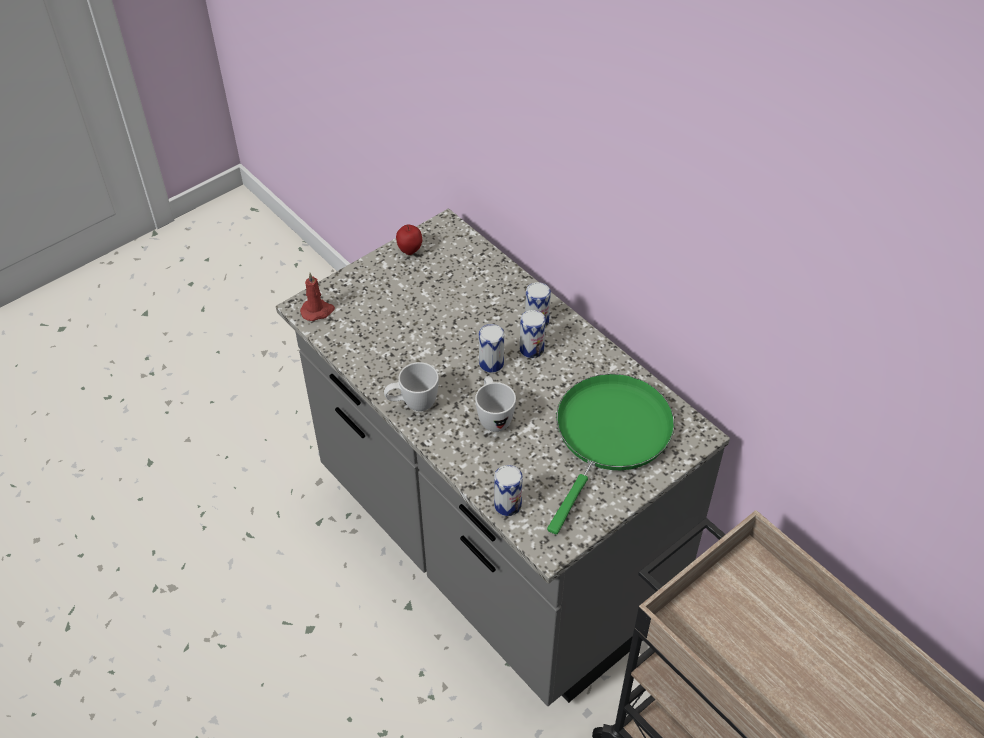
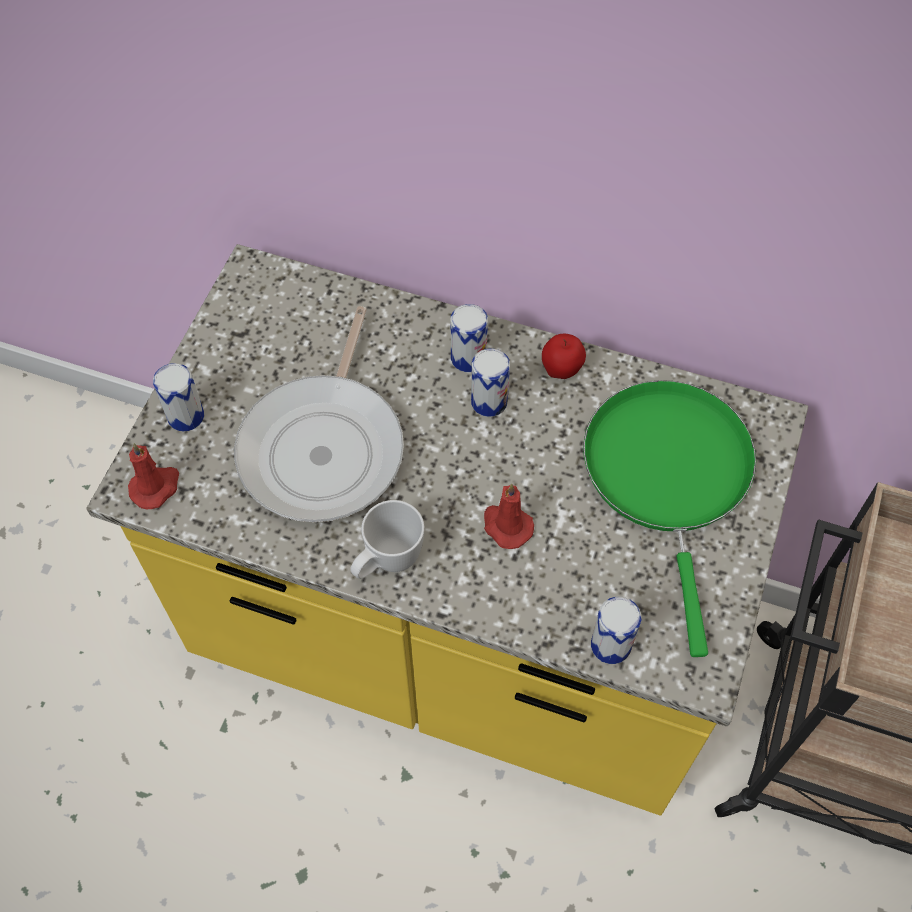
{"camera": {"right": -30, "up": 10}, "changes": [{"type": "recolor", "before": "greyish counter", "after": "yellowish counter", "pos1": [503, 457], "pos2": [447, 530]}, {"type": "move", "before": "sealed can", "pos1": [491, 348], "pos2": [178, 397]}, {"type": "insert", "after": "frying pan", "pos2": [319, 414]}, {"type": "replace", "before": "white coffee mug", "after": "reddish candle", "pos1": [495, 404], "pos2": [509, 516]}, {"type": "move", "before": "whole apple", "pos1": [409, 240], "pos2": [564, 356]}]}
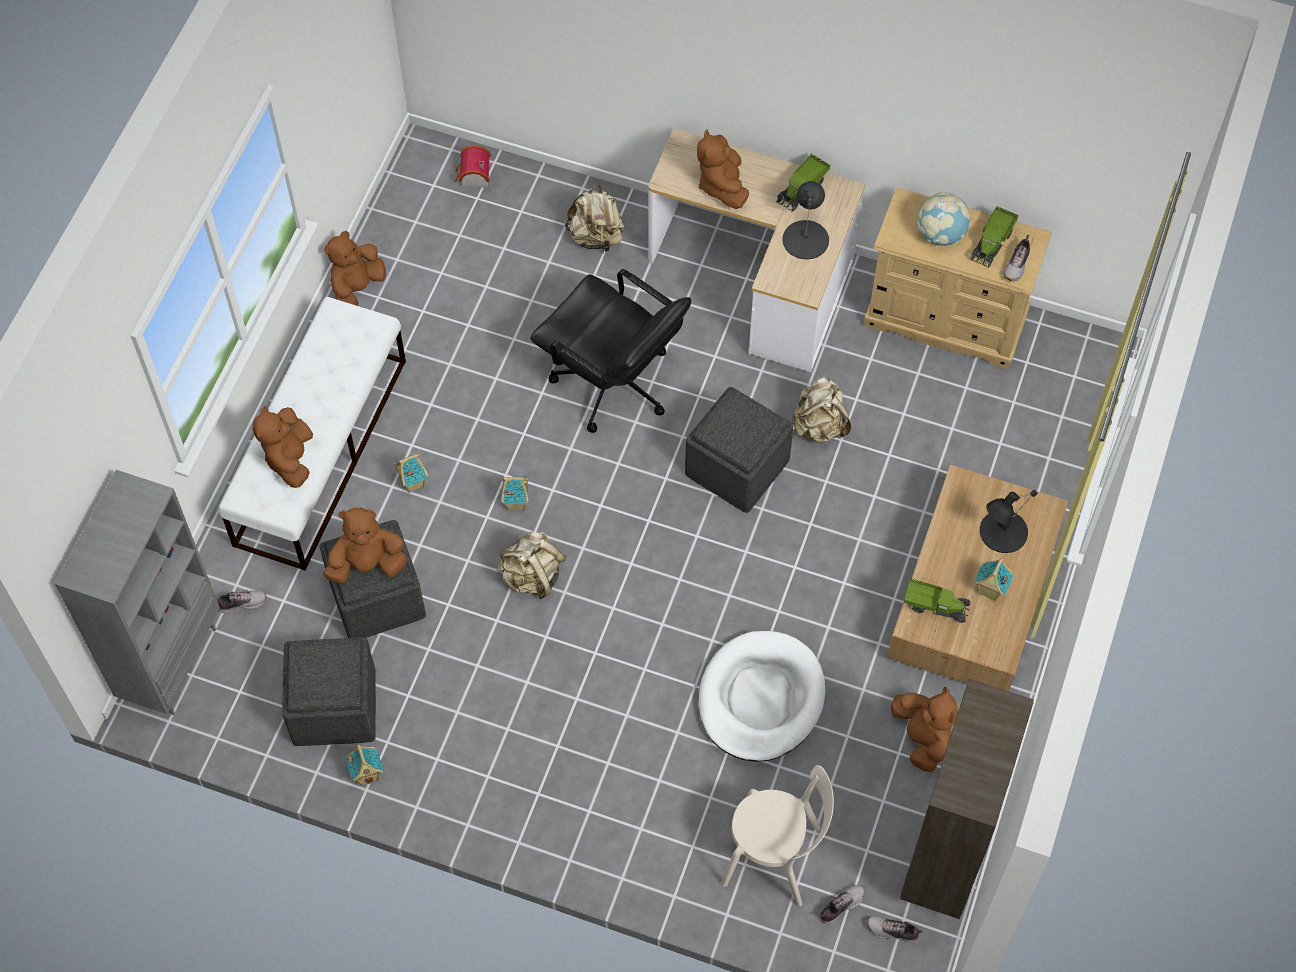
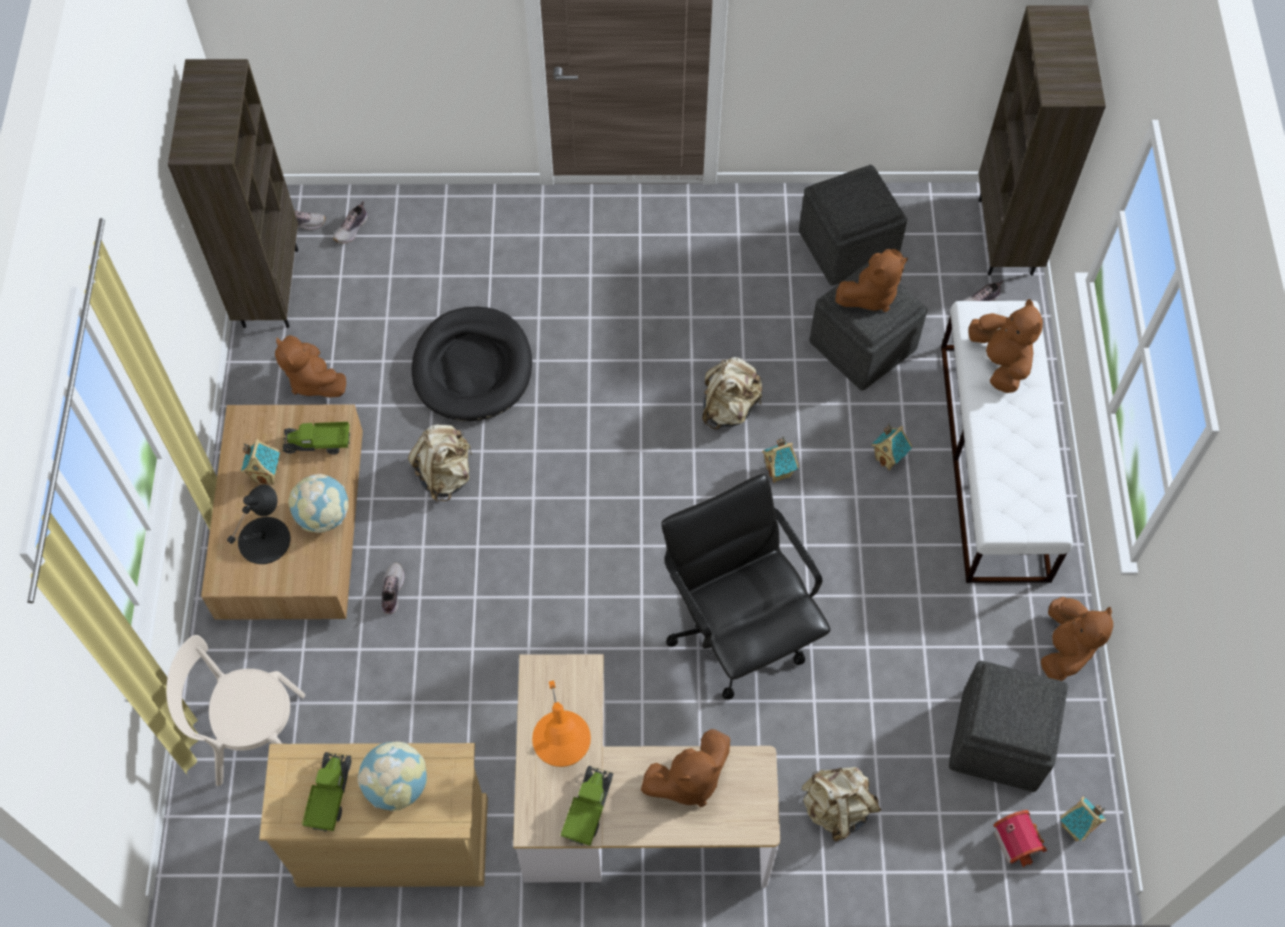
{"camera": {"right": 160, "up": 0}, "changes": [{"type": "move", "before": "beige-coloured plain chair", "pos1": [777, 836], "pos2": [235, 710]}, {"type": "insert", "after": "globe", "pos2": [318, 503]}, {"type": "move", "before": "low shoe", "pos1": [1016, 258], "pos2": [393, 588]}, {"type": "move", "before": "beige-coloured backpack", "pos1": [821, 409], "pos2": [440, 462]}, {"type": "recolor", "before": "white pet bed", "after": "blackish pet bed", "pos1": [762, 696], "pos2": [472, 364]}, {"type": "recolor", "before": "blackish table lamp", "after": "orangey table lamp", "pos1": [806, 220], "pos2": [561, 723]}, {"type": "rotate", "before": "brownish cuddly toy", "pos1": [723, 169], "pos2": [685, 768], "turn": 90}, {"type": "rotate", "before": "blackish office chair", "pos1": [610, 351], "pos2": [746, 587], "turn": 45}, {"type": "move", "before": "greyish footrest", "pos1": [739, 450], "pos2": [1008, 726]}, {"type": "recolor", "before": "greyish shelving unit", "after": "brownish shelving unit", "pos1": [137, 592], "pos2": [1042, 140]}, {"type": "move", "before": "miniature house", "pos1": [364, 765], "pos2": [1083, 819]}]}
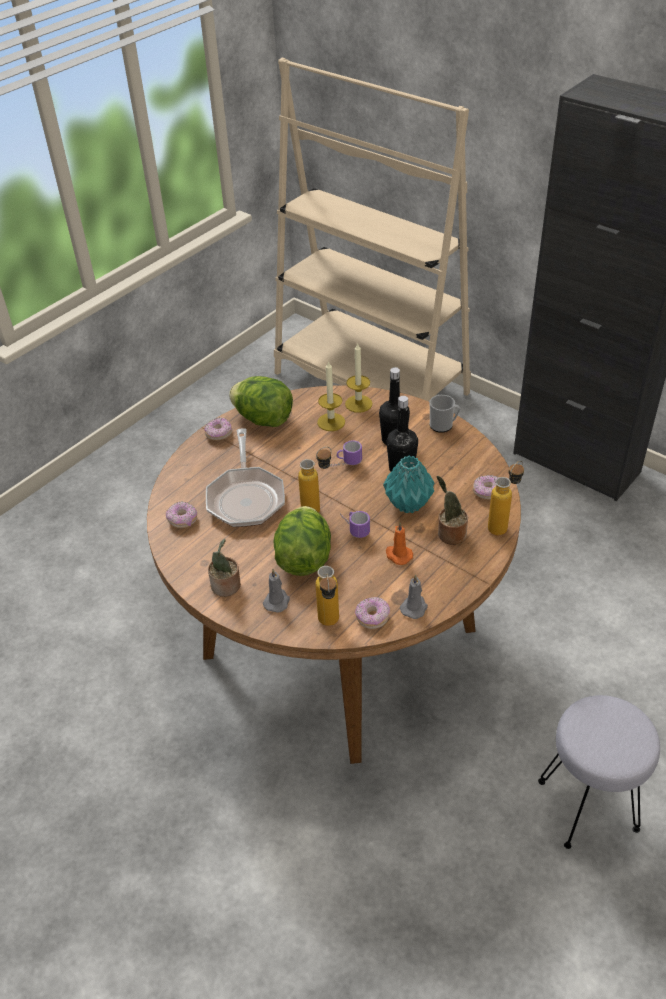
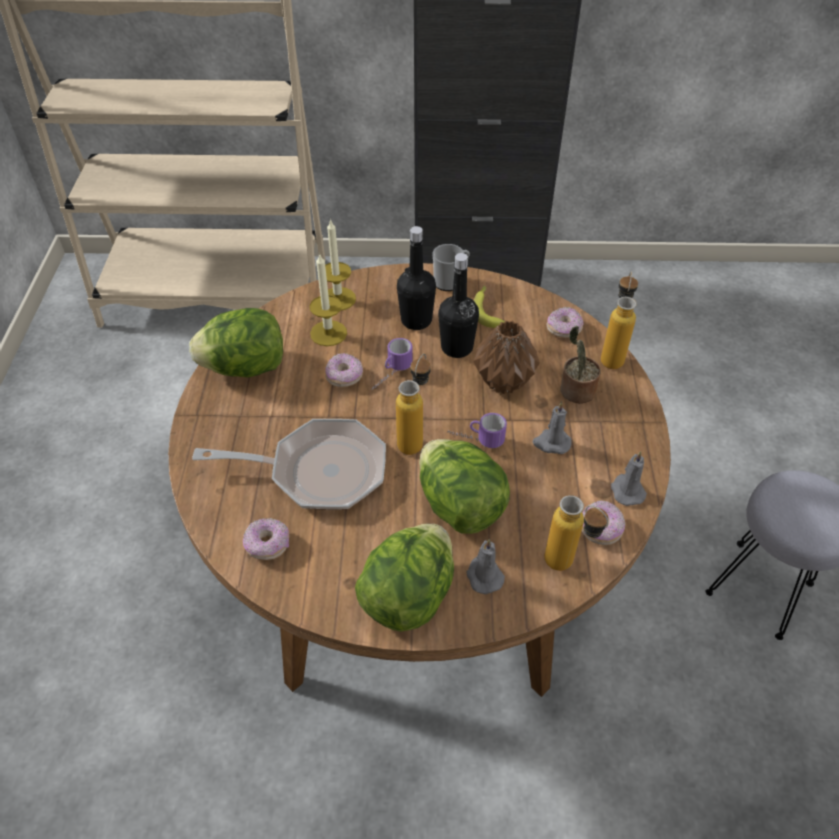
{"camera": {"right": -40, "up": 5}, "changes": [{"type": "rotate", "before": "frying pan", "pos1": [245, 477], "pos2": [289, 464], "turn": -45}, {"type": "move", "before": "ring doughnut", "pos1": [218, 429], "pos2": [344, 370]}, {"type": "replace", "before": "plant in a pot", "after": "lettuce", "pos1": [224, 568], "pos2": [404, 578]}, {"type": "recolor", "before": "turquoise vase", "after": "brownish vase", "pos1": [409, 484], "pos2": [506, 357]}, {"type": "insert", "after": "whole banana", "pos2": [489, 307]}, {"type": "recolor", "before": "orangey candle", "after": "greyish candle", "pos1": [399, 544], "pos2": [552, 427]}]}
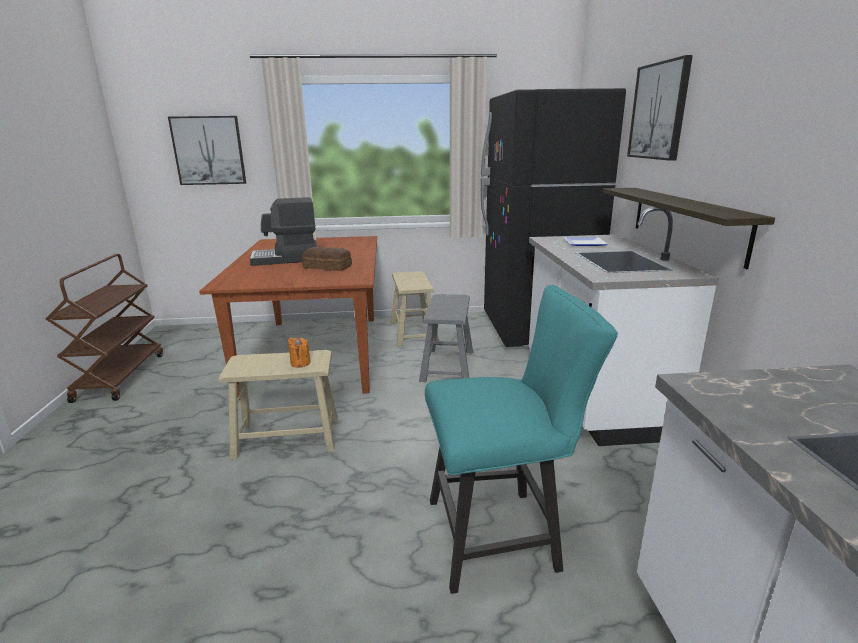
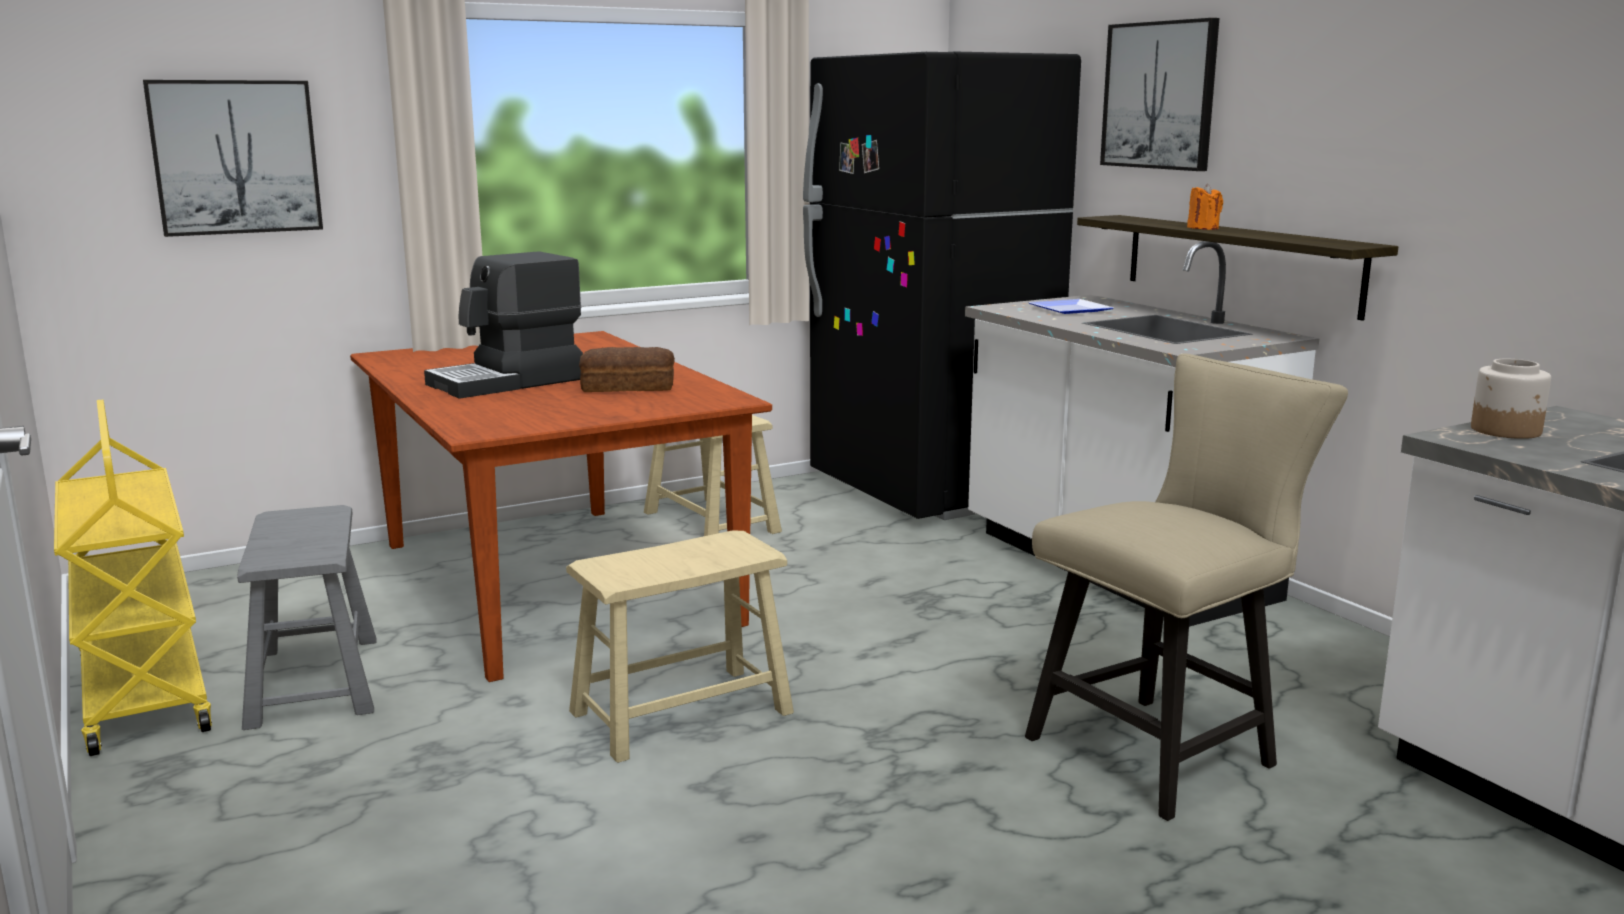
{"camera": {"right": -25, "up": -5}, "changes": [{"type": "recolor", "before": "brownish wheeled cart", "after": "yellowish wheeled cart", "pos1": [104, 328], "pos2": [133, 577]}, {"type": "move", "before": "greyish sitting stool", "pos1": [446, 338], "pos2": [307, 617]}, {"type": "recolor", "before": "turquoise plain chair", "after": "beige-coloured plain chair", "pos1": [521, 439], "pos2": [1186, 587]}, {"type": "move", "before": "orangey candle", "pos1": [299, 352], "pos2": [1205, 207]}, {"type": "insert", "after": "storage jar", "pos2": [1511, 399]}]}
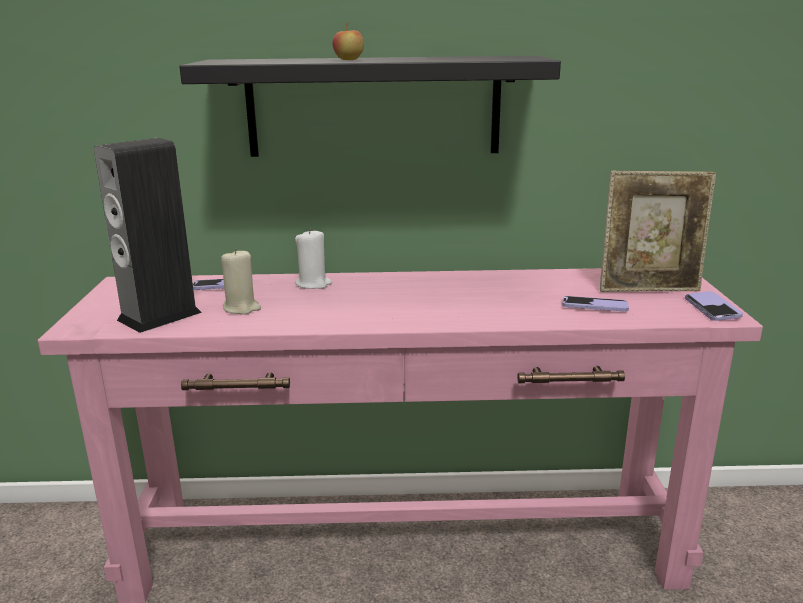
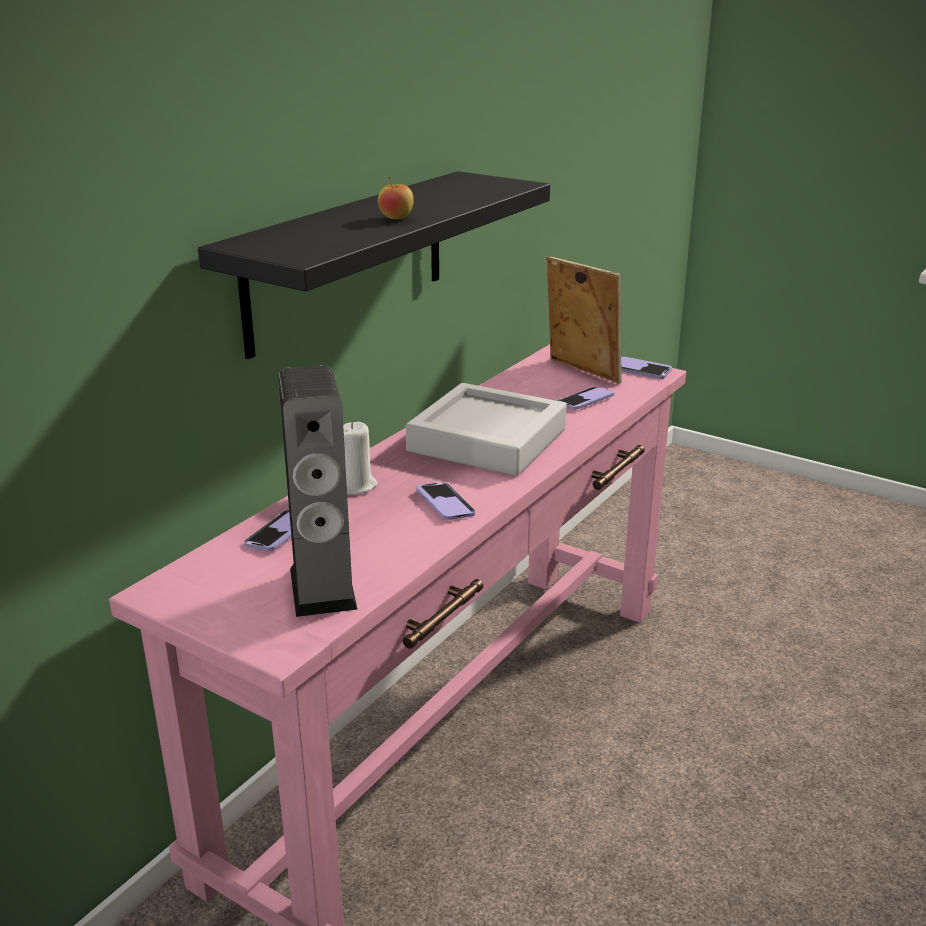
{"camera": {"right": -55, "up": 5}, "changes": [{"type": "insert", "after": "greyish carrying tray", "pos2": [486, 429]}, {"type": "insert", "after": "telephone", "pos2": [446, 501]}, {"type": "rotate", "before": "standing frame", "pos1": [658, 231], "pos2": [584, 320], "turn": -75}, {"type": "delete", "before": "beige-coloured candle", "pos1": [241, 281]}]}
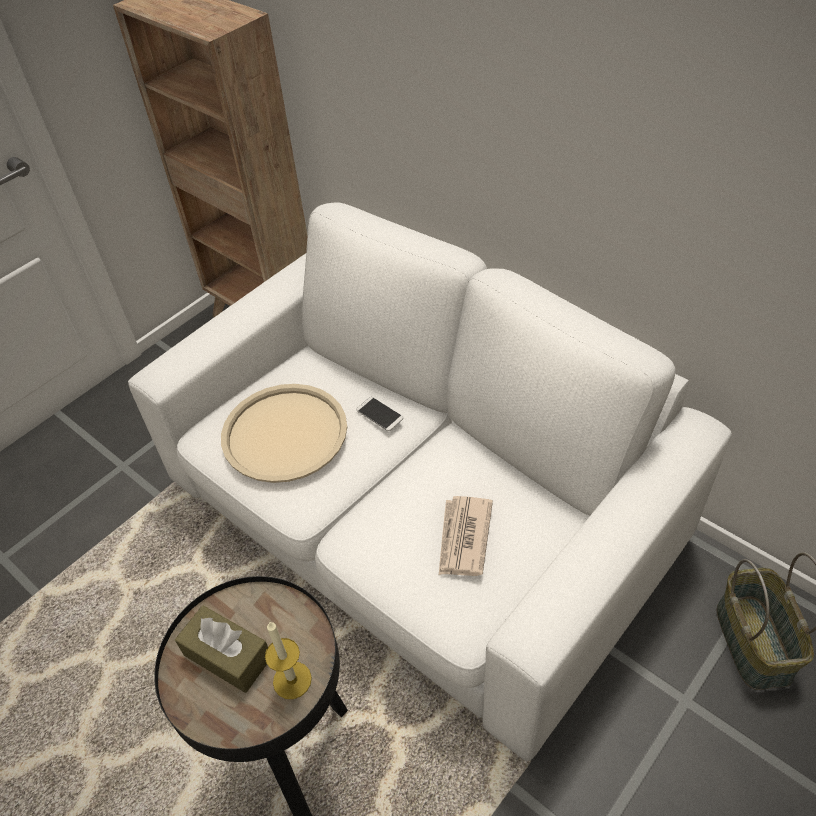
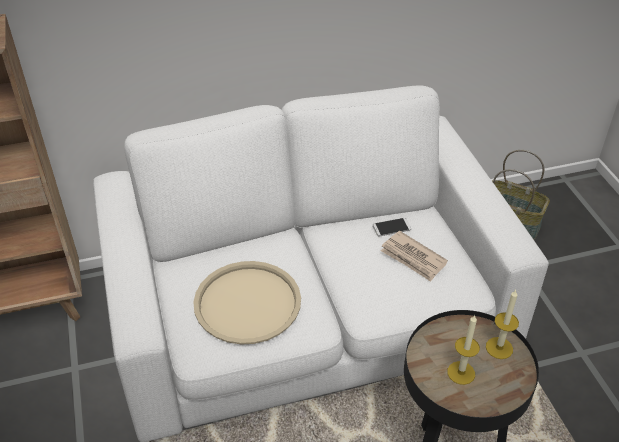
{"camera": {"right": -60, "up": -5}, "changes": [{"type": "move", "before": "telephone", "pos1": [379, 414], "pos2": [392, 227]}, {"type": "replace", "before": "brownish box of tissues", "after": "candle", "pos1": [221, 649], "pos2": [463, 350]}]}
